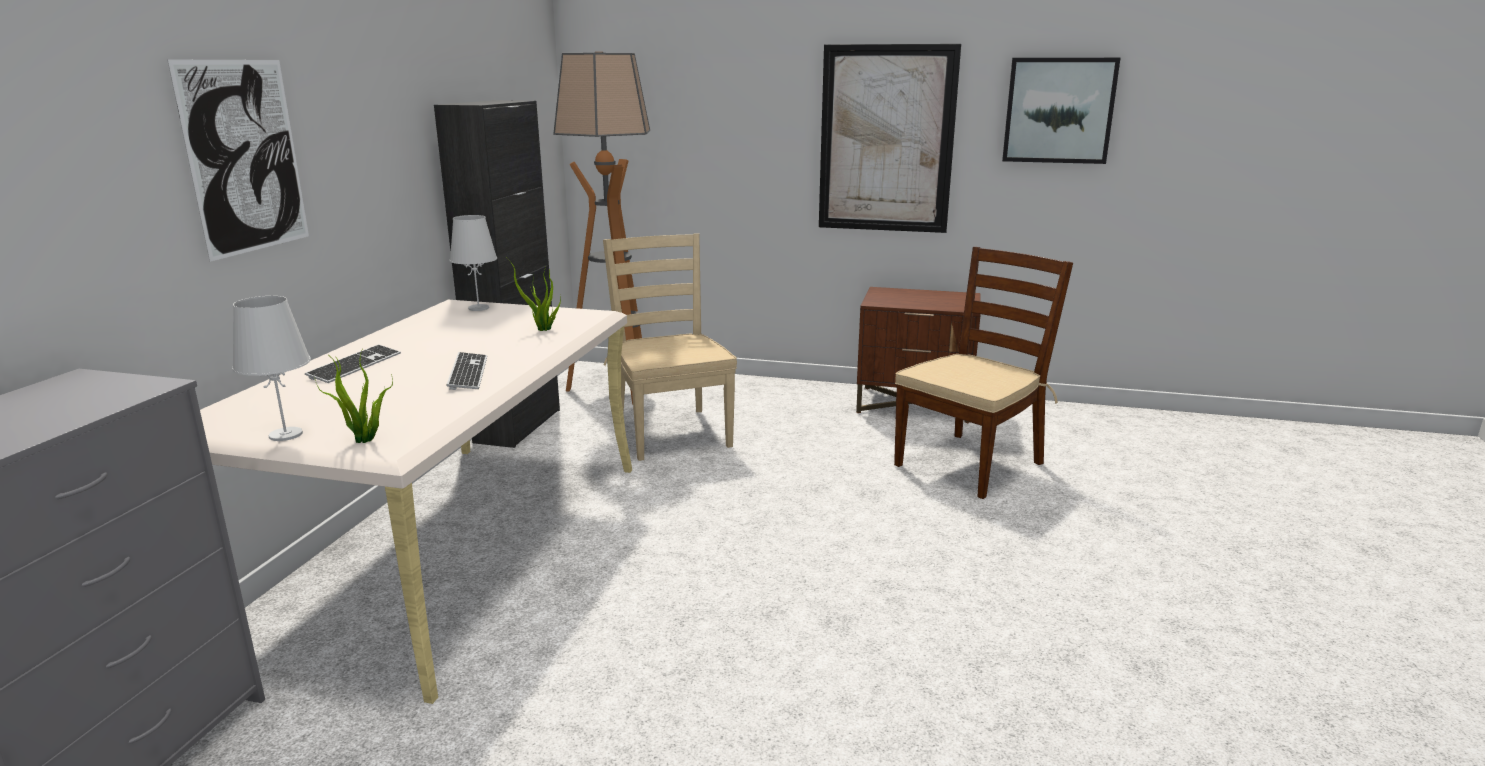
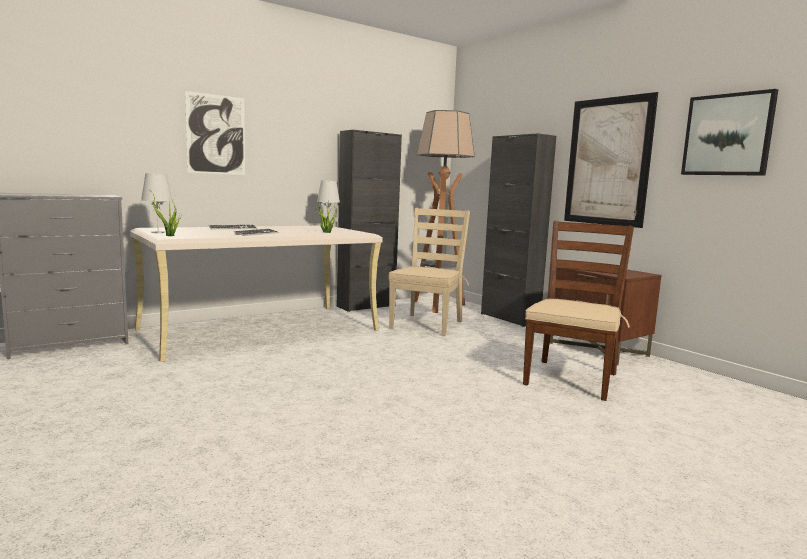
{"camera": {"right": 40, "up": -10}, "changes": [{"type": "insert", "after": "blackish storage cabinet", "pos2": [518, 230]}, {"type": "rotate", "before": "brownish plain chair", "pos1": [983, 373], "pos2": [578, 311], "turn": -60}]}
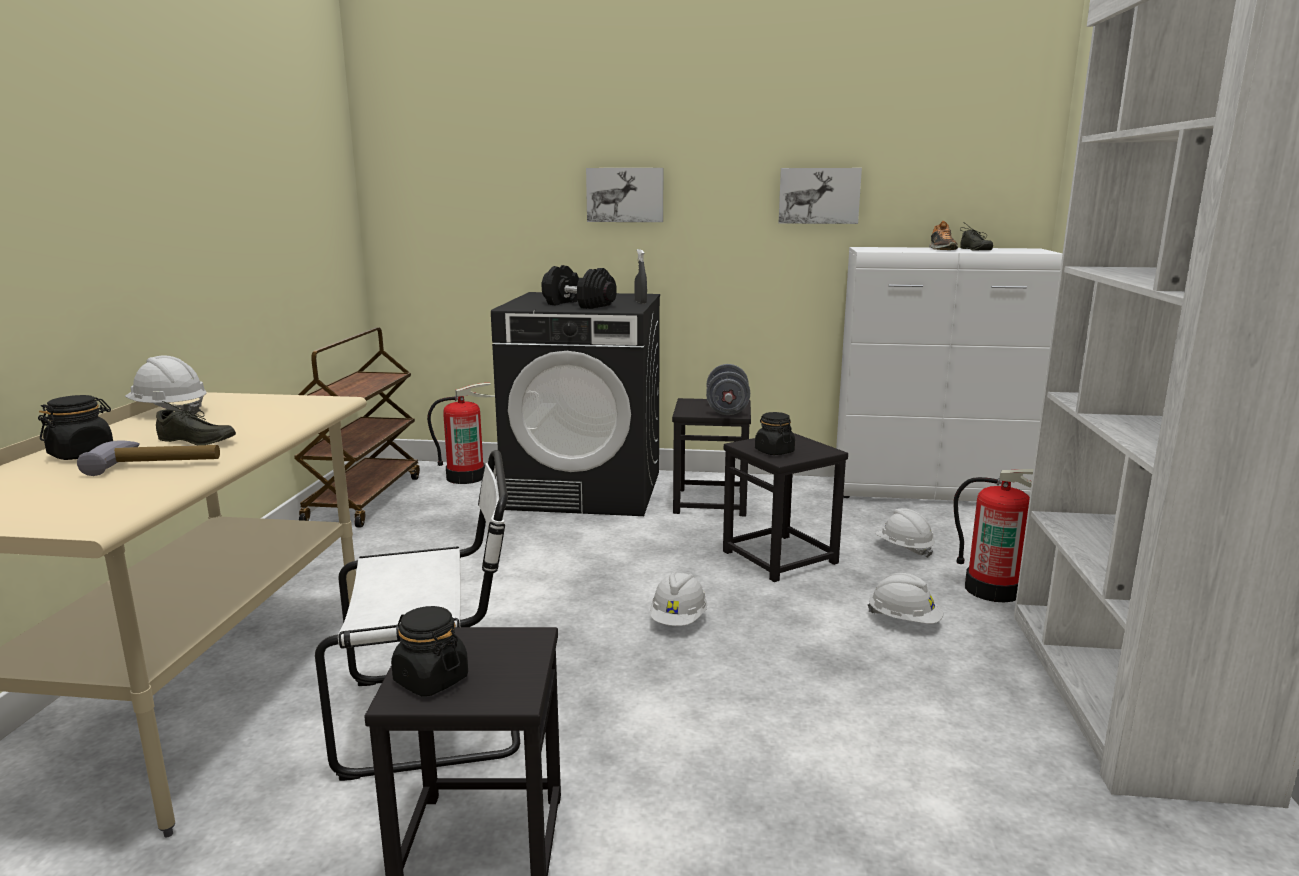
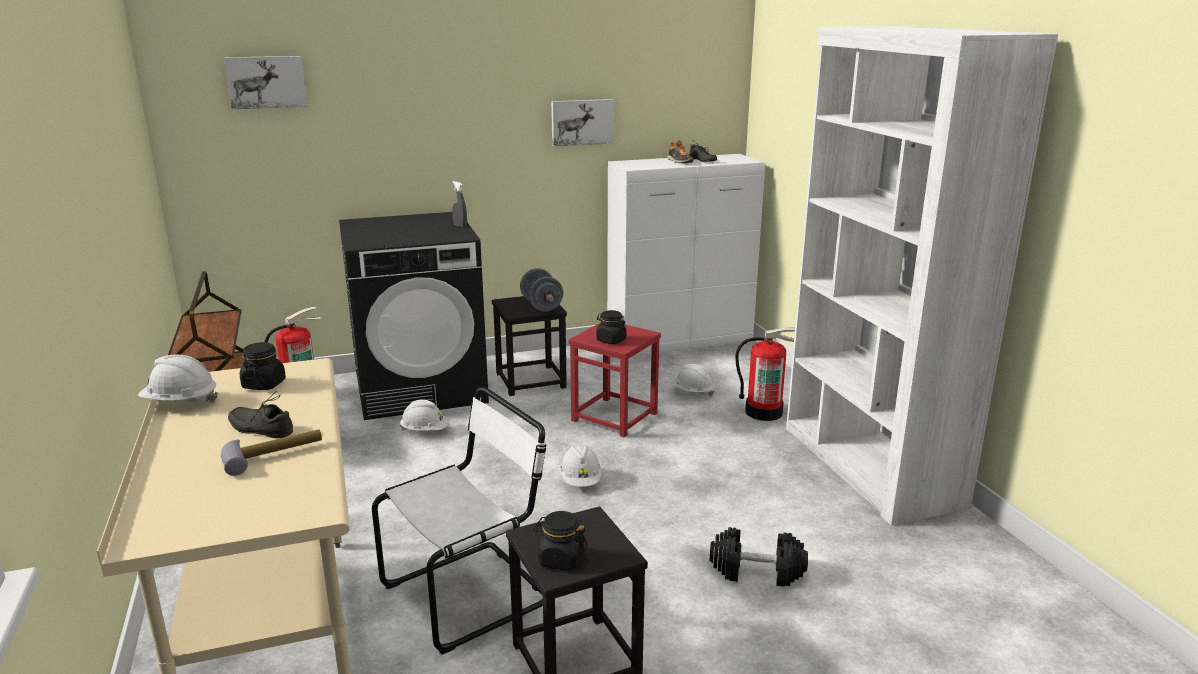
{"camera": {"right": -25, "up": 5}, "changes": [{"type": "move", "before": "picture", "pos1": [624, 195], "pos2": [265, 82]}, {"type": "rotate", "before": "greyish low shoe", "pos1": [196, 423], "pos2": [260, 414], "turn": -150}, {"type": "move", "before": "blackish storage jar", "pos1": [75, 427], "pos2": [263, 366]}, {"type": "move", "before": "white safety helmet", "pos1": [905, 598], "pos2": [424, 415]}, {"type": "recolor", "before": "blackish sitting stool", "after": "reddish sitting stool", "pos1": [785, 507], "pos2": [615, 380]}, {"type": "move", "before": "blackish free weight", "pos1": [579, 287], "pos2": [759, 557]}]}
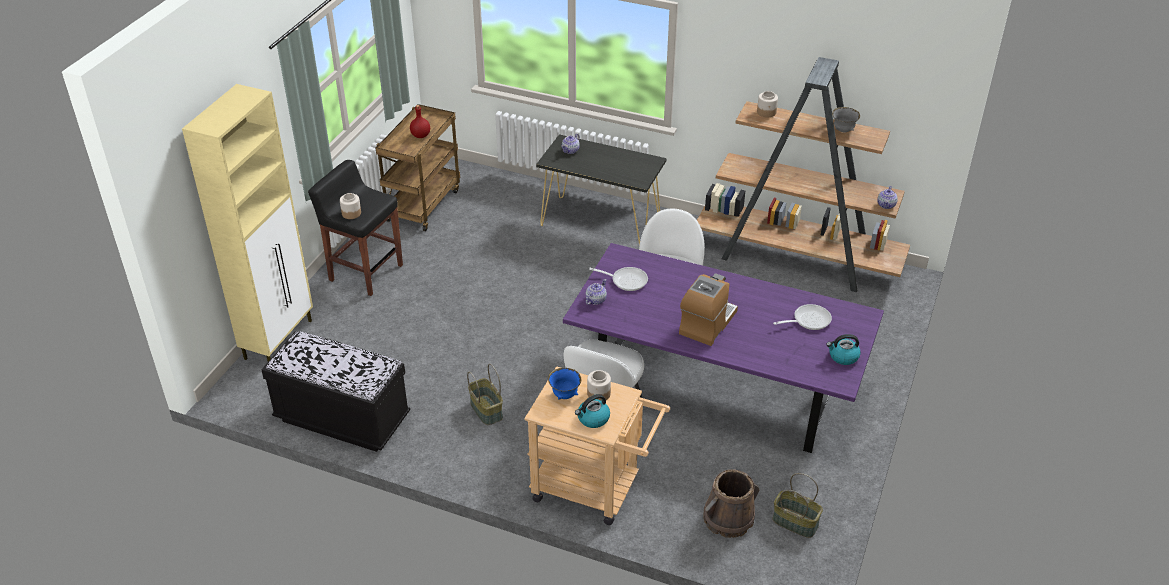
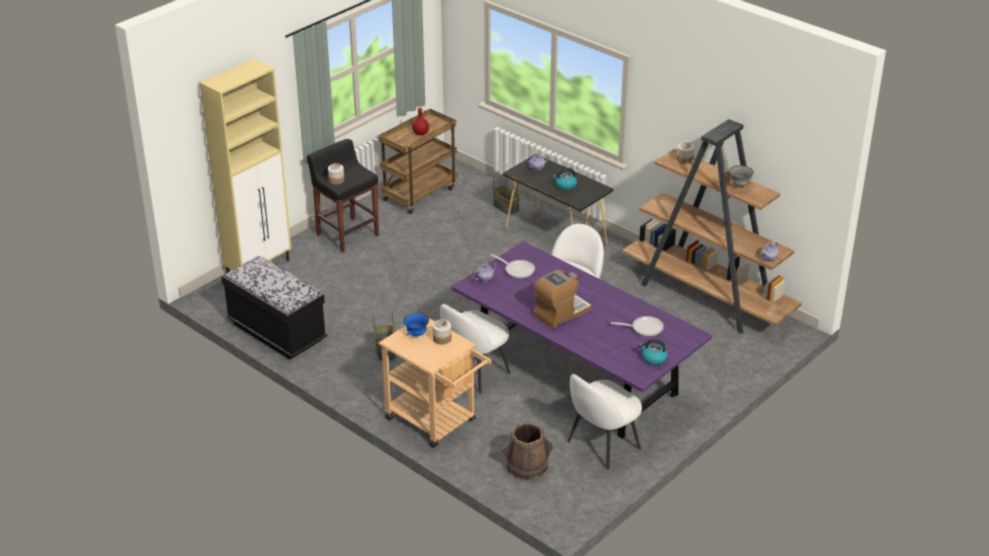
{"camera": {"right": 20, "up": -5}, "changes": [{"type": "move", "before": "storage basket", "pos1": [797, 505], "pos2": [506, 195]}, {"type": "move", "before": "kettle", "pos1": [592, 411], "pos2": [565, 179]}, {"type": "insert", "after": "white plain chair", "pos2": [605, 422]}]}
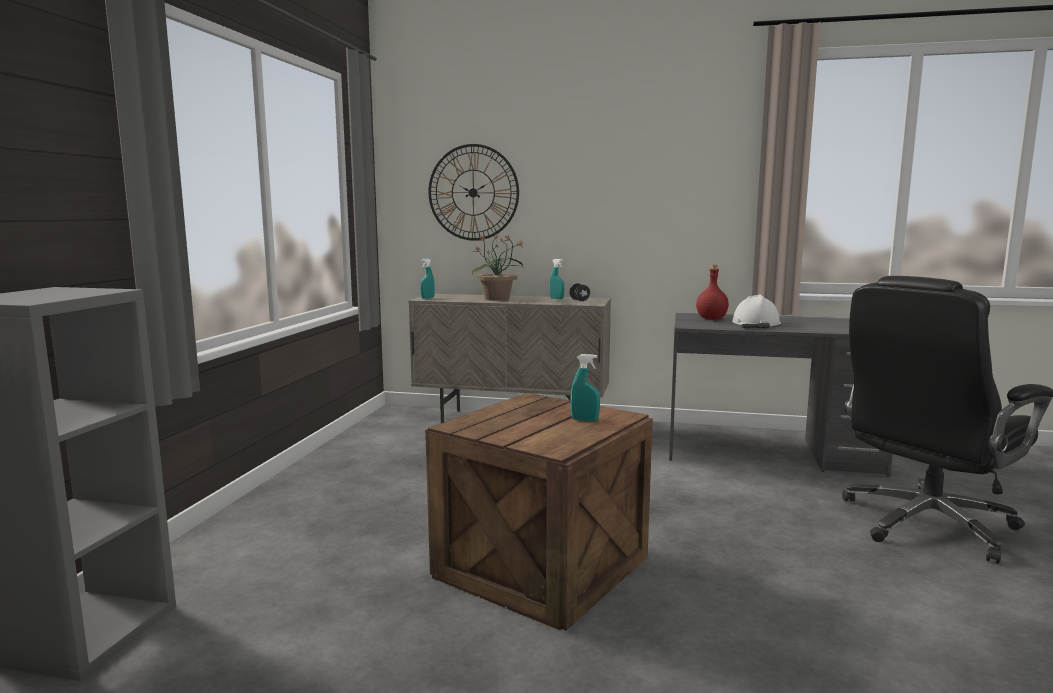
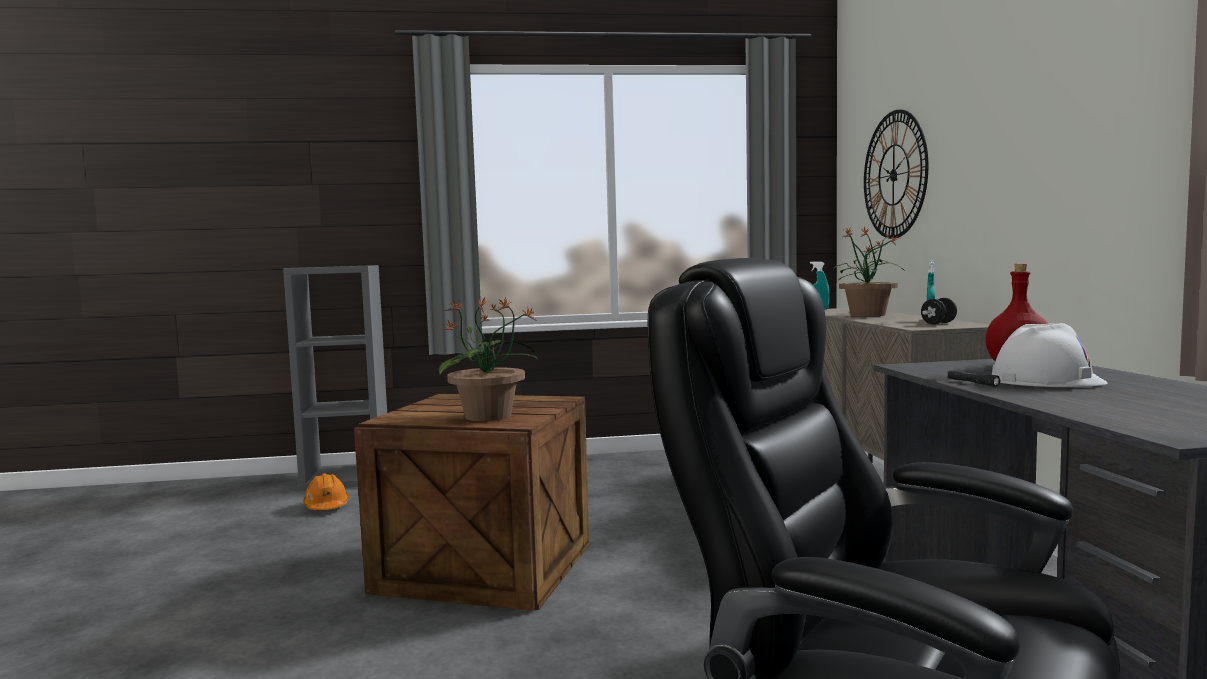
{"camera": {"right": 70, "up": -5}, "changes": [{"type": "insert", "after": "orangey safety helmet", "pos2": [326, 491]}, {"type": "replace", "before": "turquoise hand sprayer", "after": "plant in a pot", "pos1": [585, 388], "pos2": [488, 359]}]}
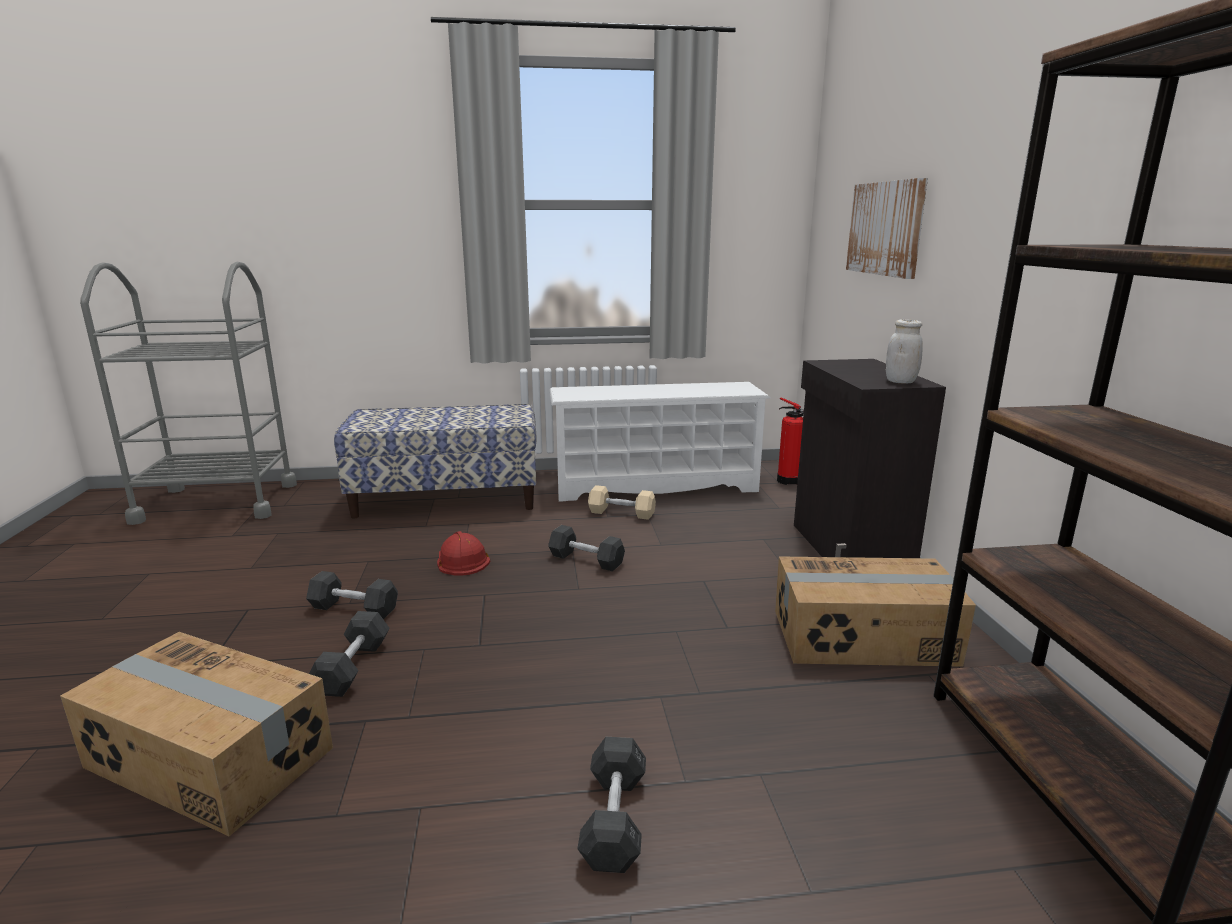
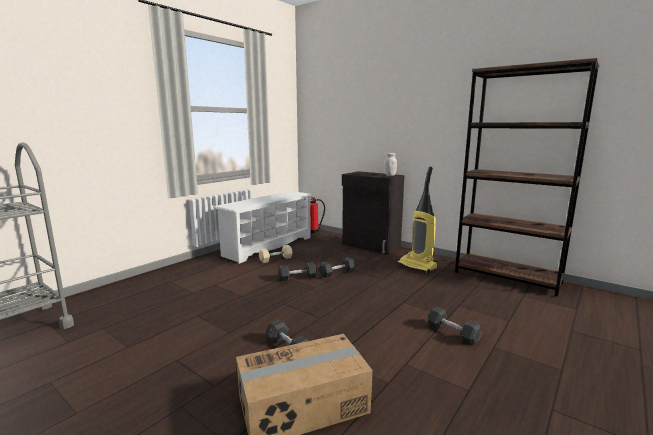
{"camera": {"right": -45, "up": -5}, "changes": [{"type": "move", "before": "greyish free weight", "pos1": [352, 595], "pos2": [337, 267]}, {"type": "replace", "before": "packing box", "after": "hoover", "pos1": [875, 611], "pos2": [417, 220]}, {"type": "delete", "before": "indoor bench", "pos1": [435, 461]}, {"type": "delete", "before": "reddish safety helmet", "pos1": [463, 553]}, {"type": "delete", "before": "picture", "pos1": [887, 228]}]}
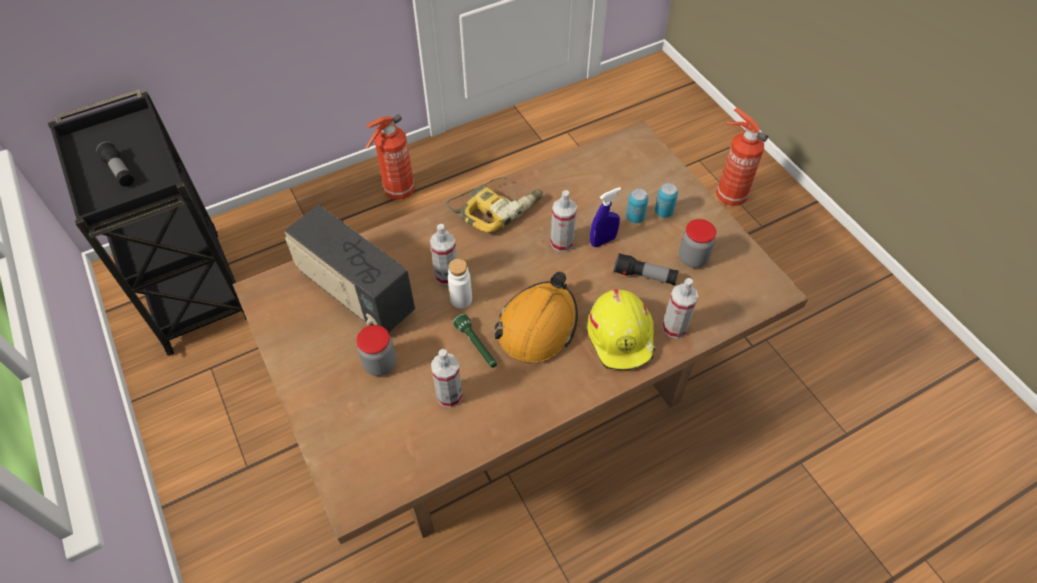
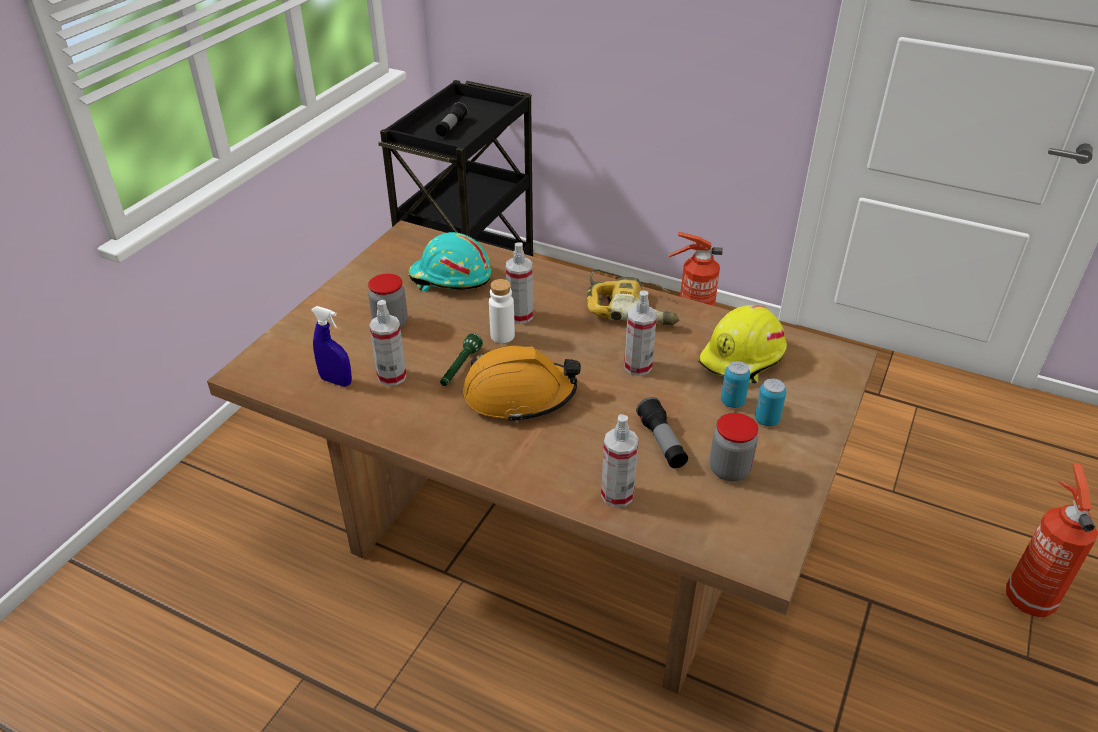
{"camera": {"right": 55, "up": -15}, "changes": [{"type": "move", "before": "blue hand sprayer", "pos1": [605, 217], "pos2": [331, 346]}, {"type": "replace", "before": "radio receiver", "after": "turquoise safety helmet", "pos1": [350, 268], "pos2": [450, 261]}, {"type": "move", "before": "yellowish safety helmet", "pos1": [621, 329], "pos2": [742, 344]}]}
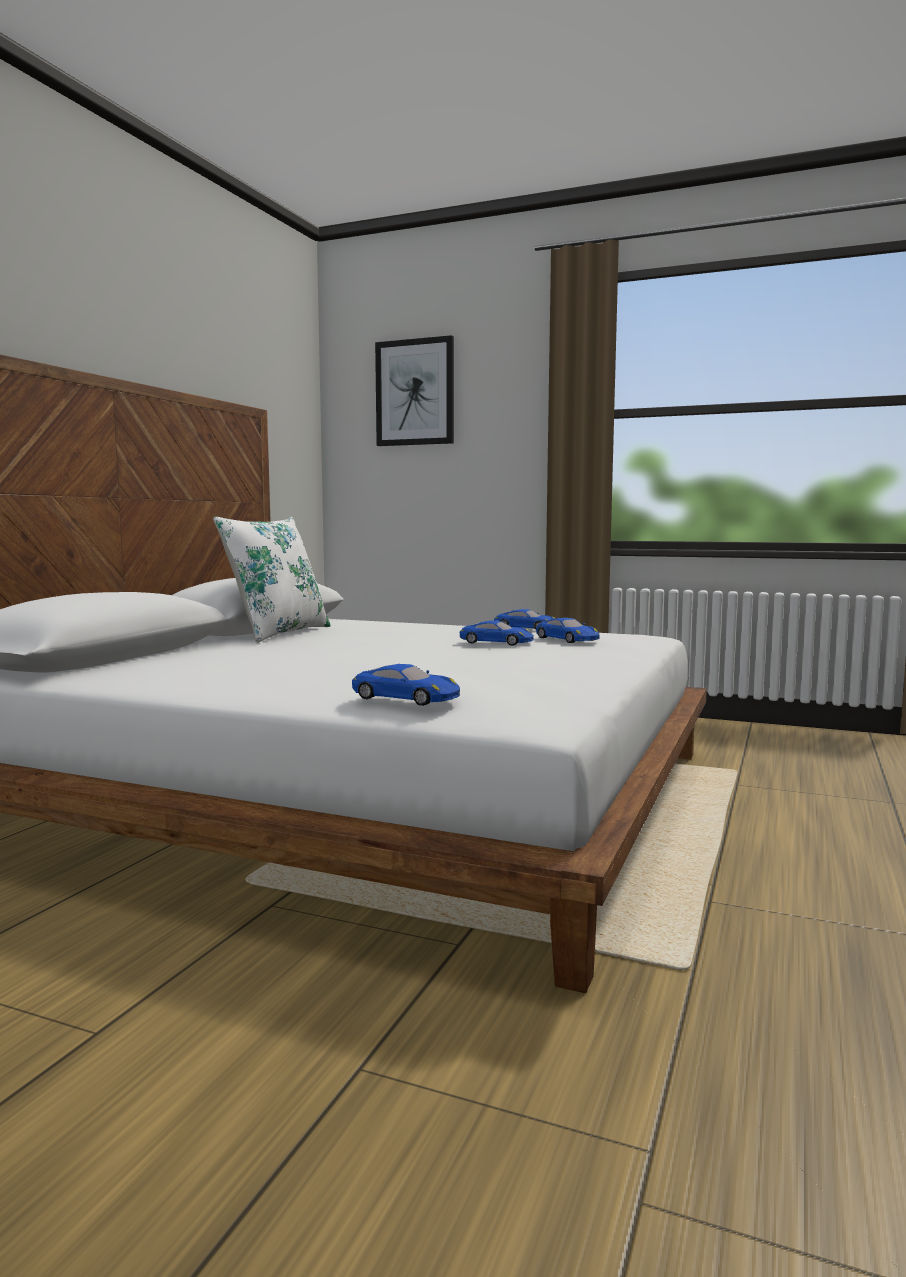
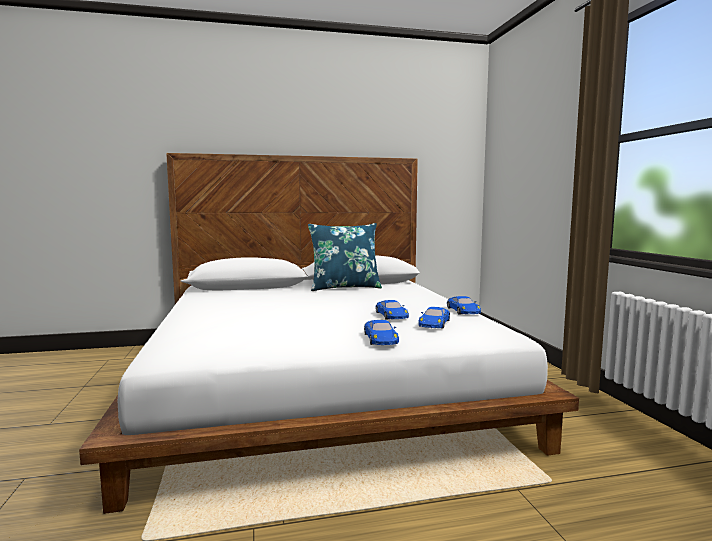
{"camera": {"right": 55, "up": 0}, "changes": [{"type": "recolor", "before": "white pillow", "after": "blue pillow", "pos1": [272, 580], "pos2": [345, 257]}, {"type": "move", "before": "blue miniature car", "pos1": [406, 685], "pos2": [381, 332]}, {"type": "delete", "before": "picture", "pos1": [414, 390]}]}
